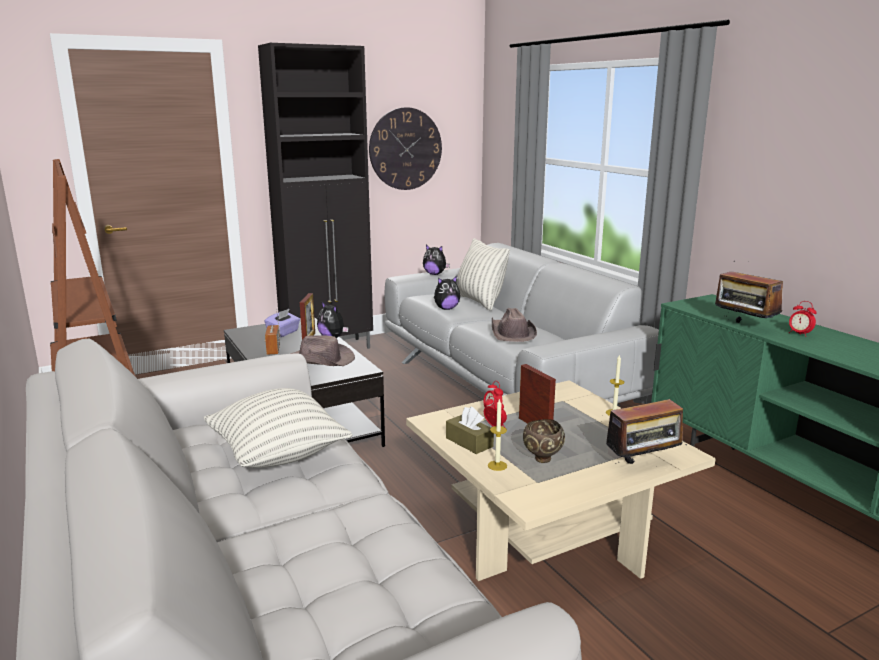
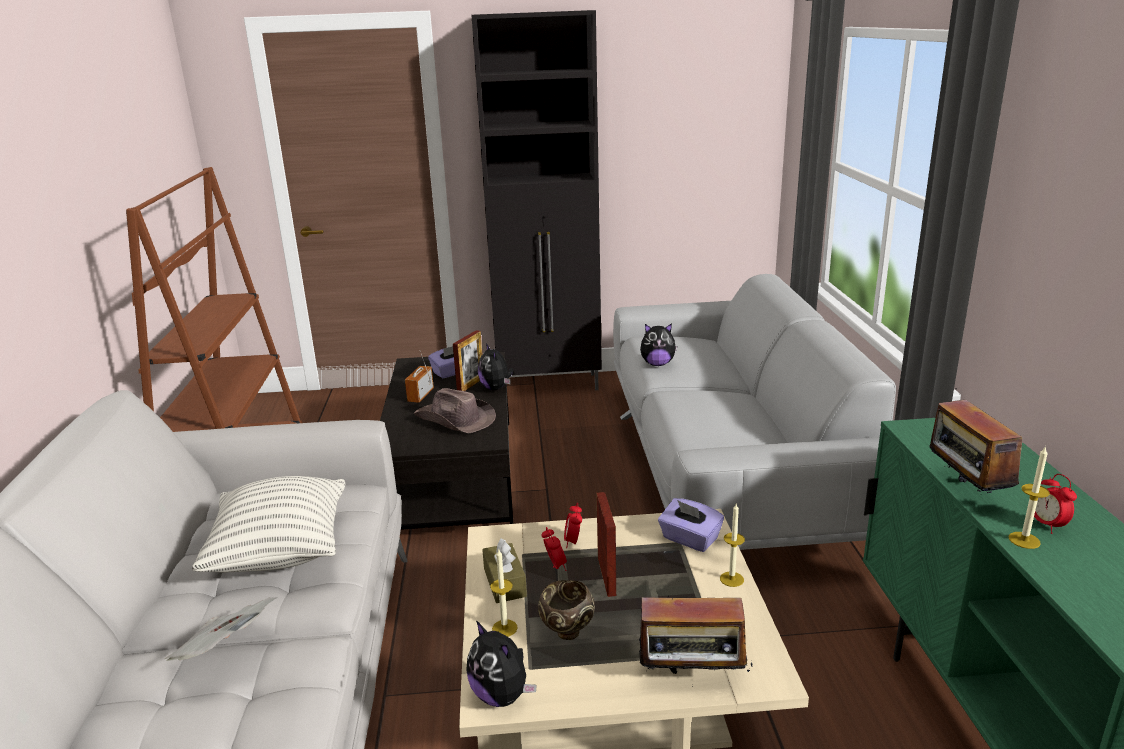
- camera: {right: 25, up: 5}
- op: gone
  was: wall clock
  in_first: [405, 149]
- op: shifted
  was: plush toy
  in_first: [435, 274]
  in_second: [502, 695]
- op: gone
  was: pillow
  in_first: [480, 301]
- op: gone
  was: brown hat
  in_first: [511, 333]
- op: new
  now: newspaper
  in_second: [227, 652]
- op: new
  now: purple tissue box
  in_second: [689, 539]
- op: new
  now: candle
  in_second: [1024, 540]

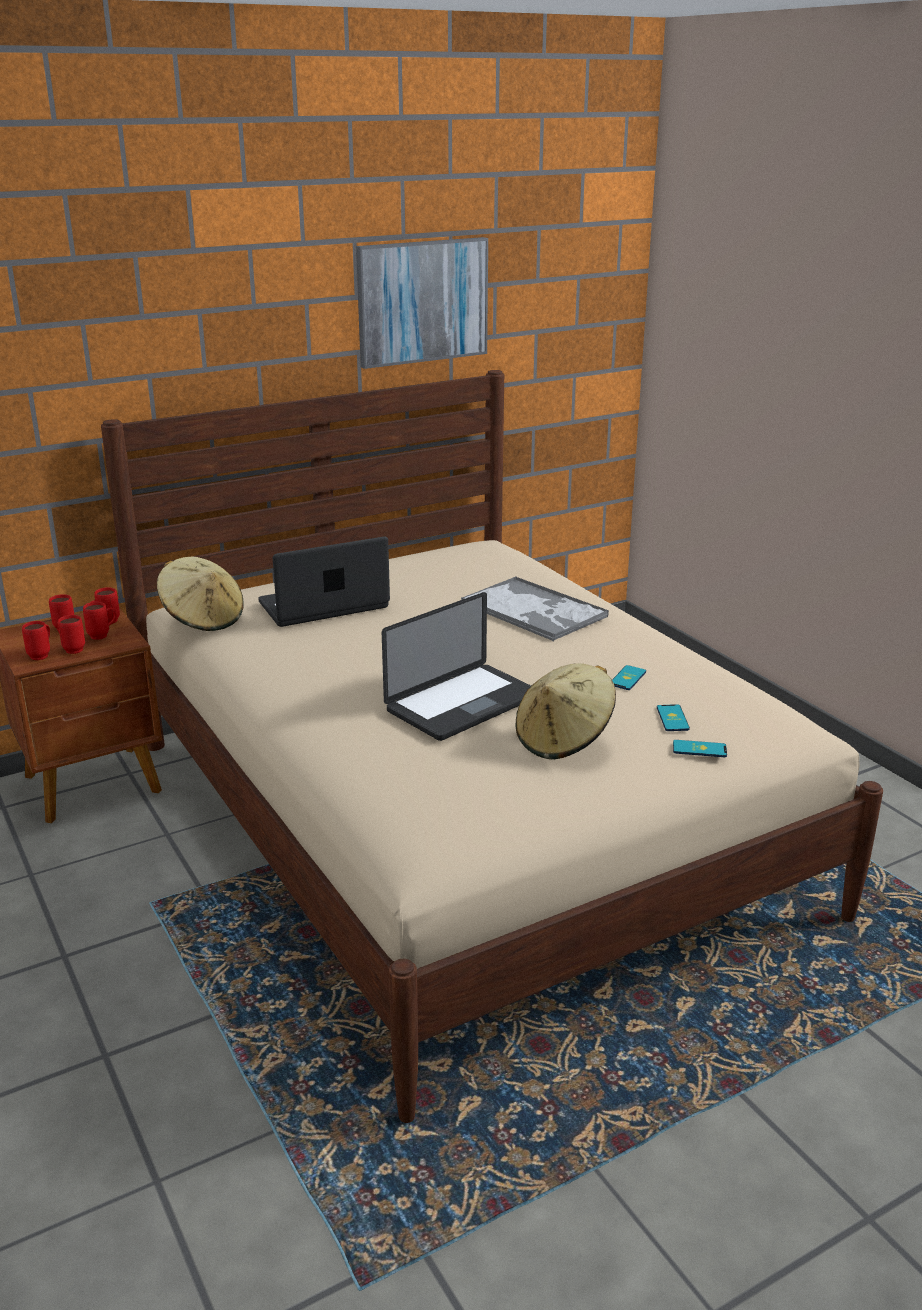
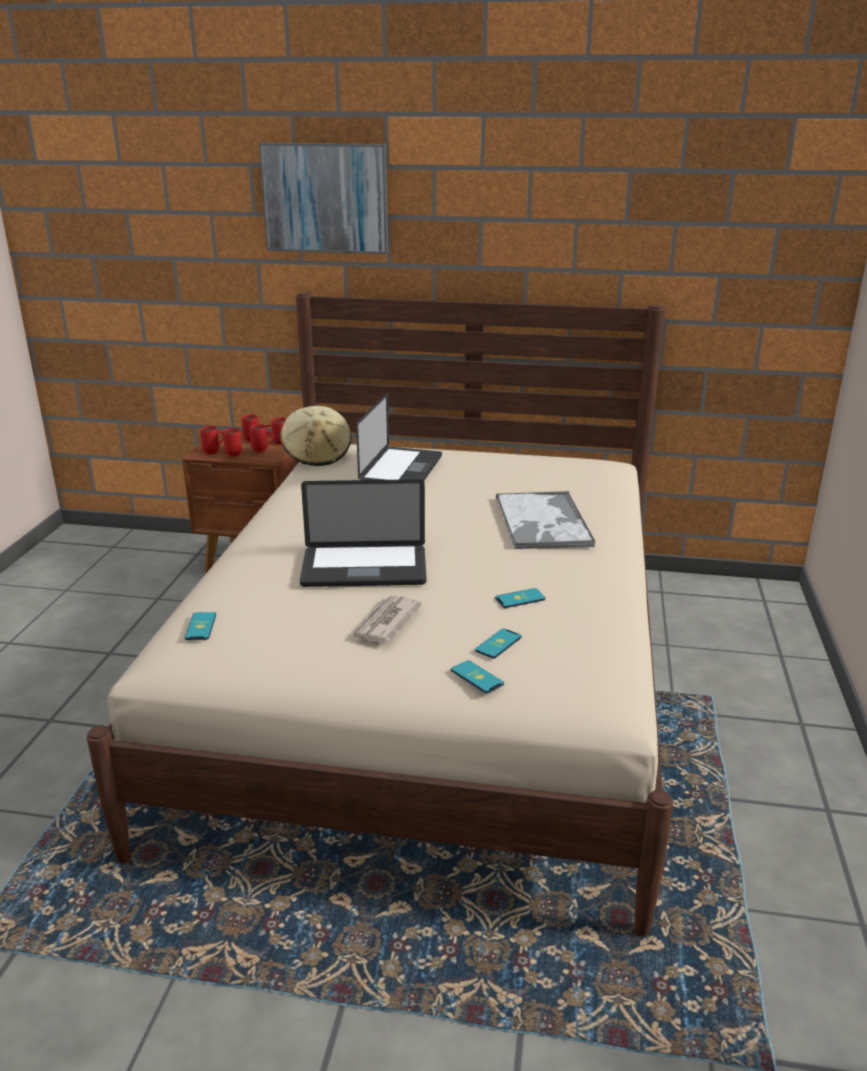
- camera: {right: 40, up: 0}
- op: rotated
  was: laptop
  in_first: [323, 605]
  in_second: [401, 470]
  clockwise: 90
- op: shifted
  was: picture
  in_first: [422, 301]
  in_second: [325, 198]
- op: swapped
  was: beige hat
  now: newspaper
  in_first: [564, 740]
  in_second: [385, 623]
- op: new
  now: phone
  in_second: [201, 626]

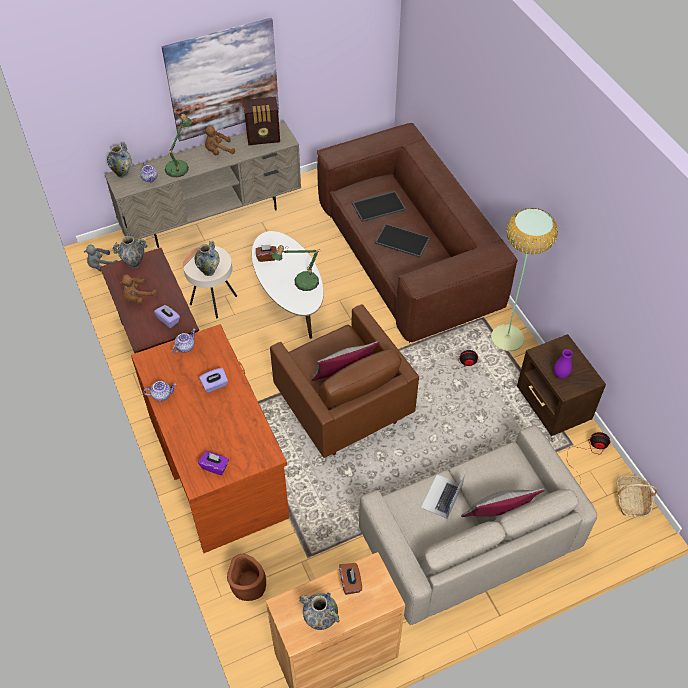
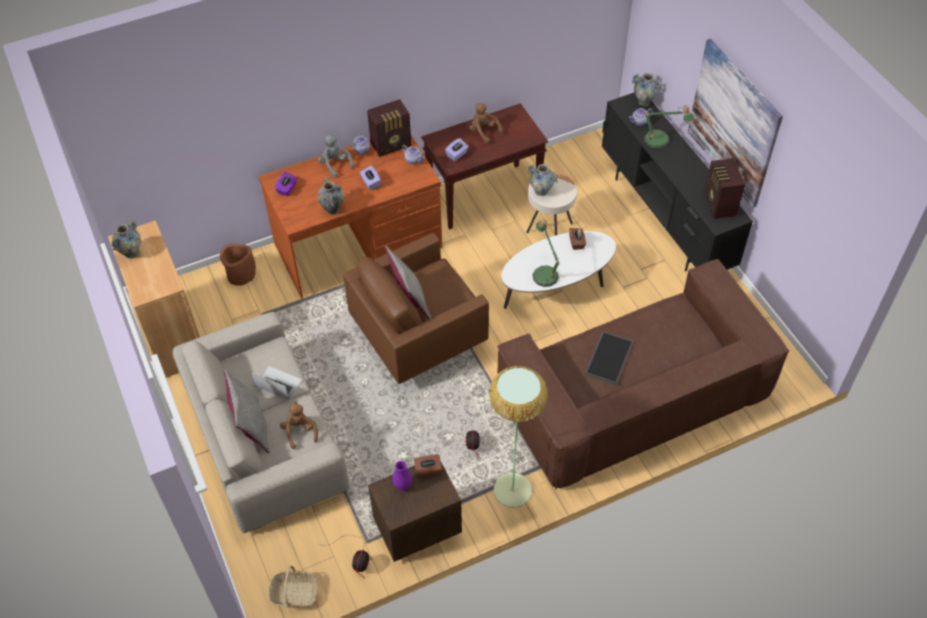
- camera: {right: 90, up: 0}
- op: shifted
  was: grey plush toy
  in_first: [101, 265]
  in_second: [335, 164]
- op: repainted
  was: beige tv stand
  now: black tv stand
  in_first: [213, 217]
  in_second: [665, 219]
- op: shifted
  was: vase
  in_first: [134, 263]
  in_second: [332, 210]
- op: shifted
  was: brown plush toy
  in_first: [218, 151]
  in_second: [300, 431]
- op: shifted
  was: brown tissue box
  in_first: [350, 582]
  in_second: [428, 470]
- op: gone
  was: tray
  in_first: [379, 206]
- op: new
  now: radio
  in_second: [392, 145]

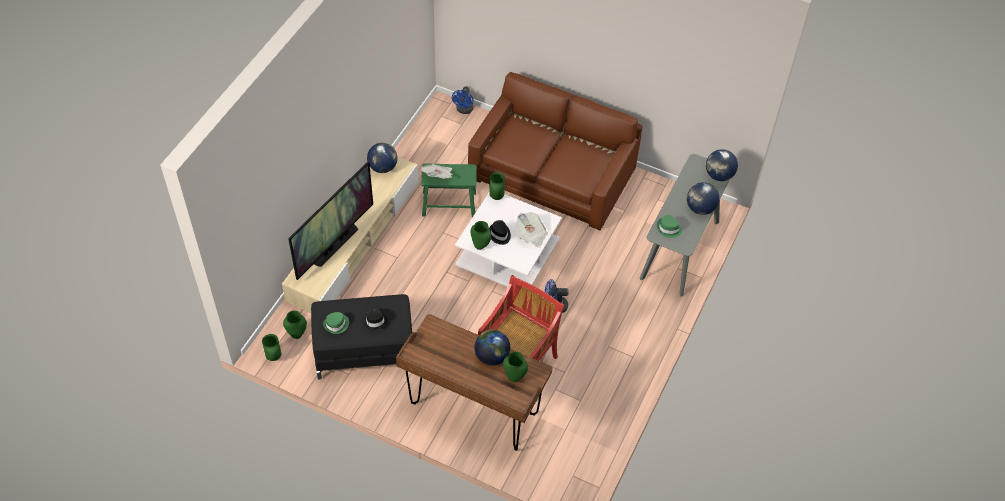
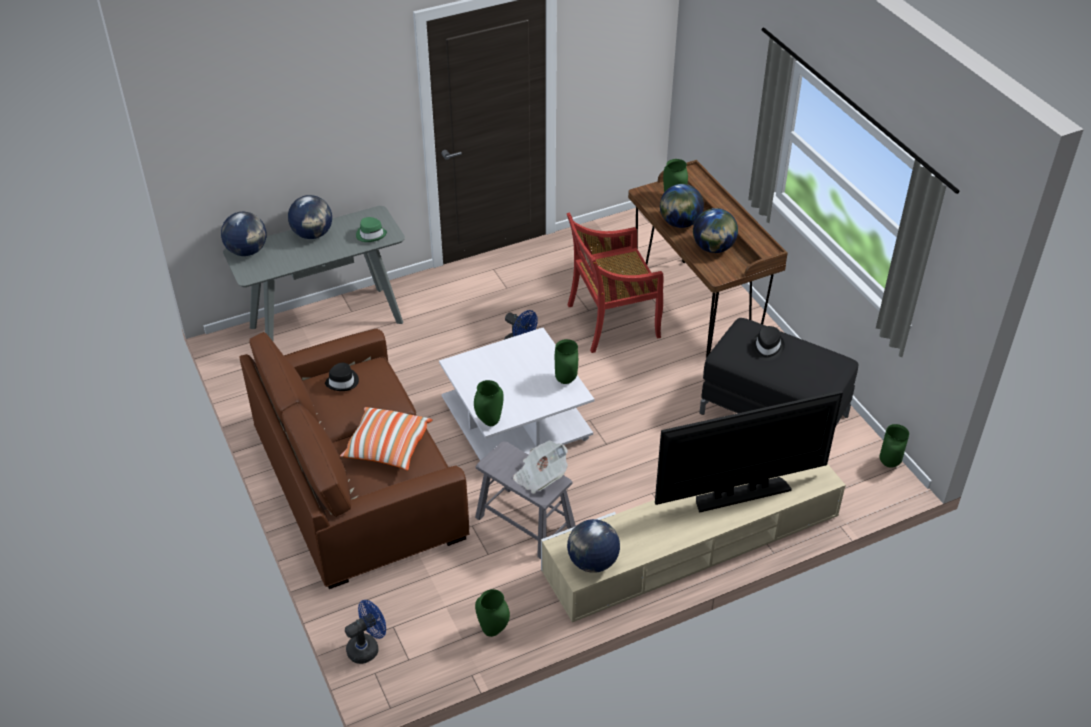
- camera: {right: -140, up: -10}
- op: shifted
  was: green vase
  in_first: [297, 334]
  in_second: [492, 631]
- op: gone
  was: green hat
  in_first: [336, 324]
- op: repainted
  was: green stool
  now: grey stool
  in_first: [449, 203]
  in_second: [525, 521]
- op: shifted
  was: black hat
  in_first: [499, 234]
  in_second: [343, 382]
- op: gone
  was: newspaper
  in_first: [531, 235]
- op: new
  now: pillow
  in_second: [387, 447]
- op: new
  now: globe
  in_second: [713, 248]

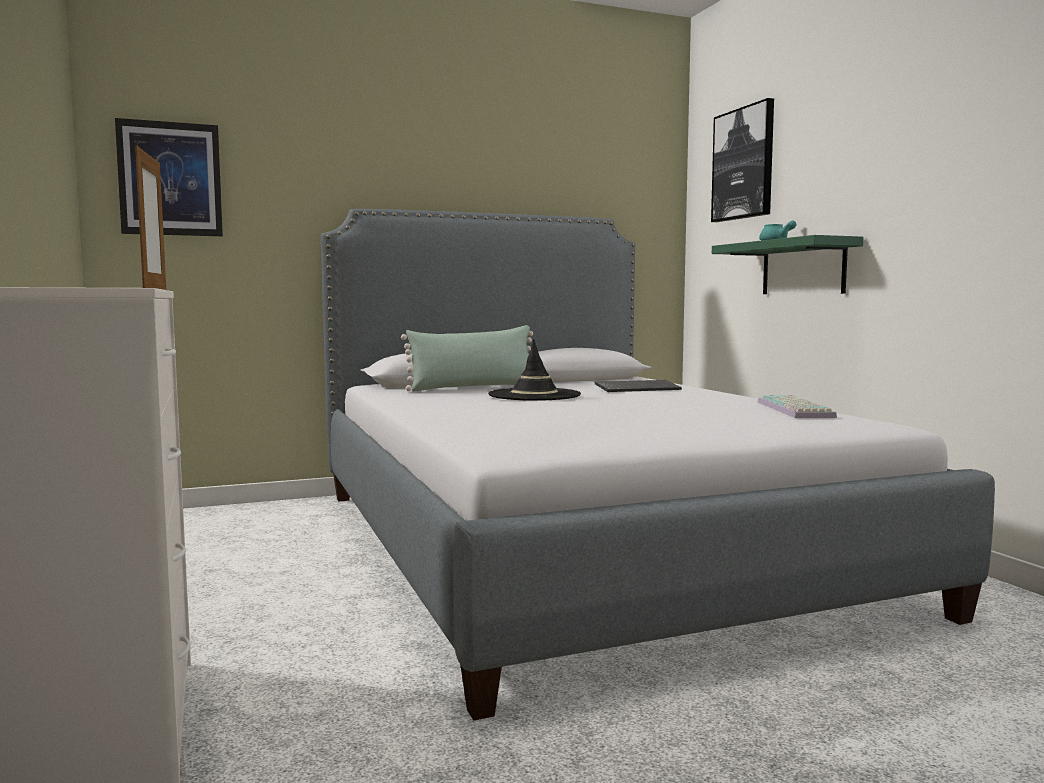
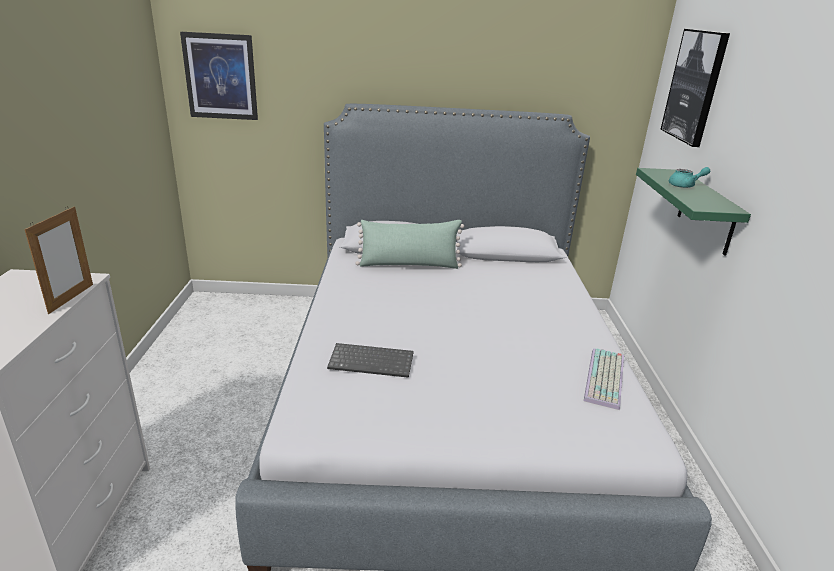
- camera: {right: 20, up: 20}
- op: gone
  was: black hat
  in_first: [534, 395]
- op: shifted
  was: keyboard
  in_first: [638, 388]
  in_second: [372, 361]

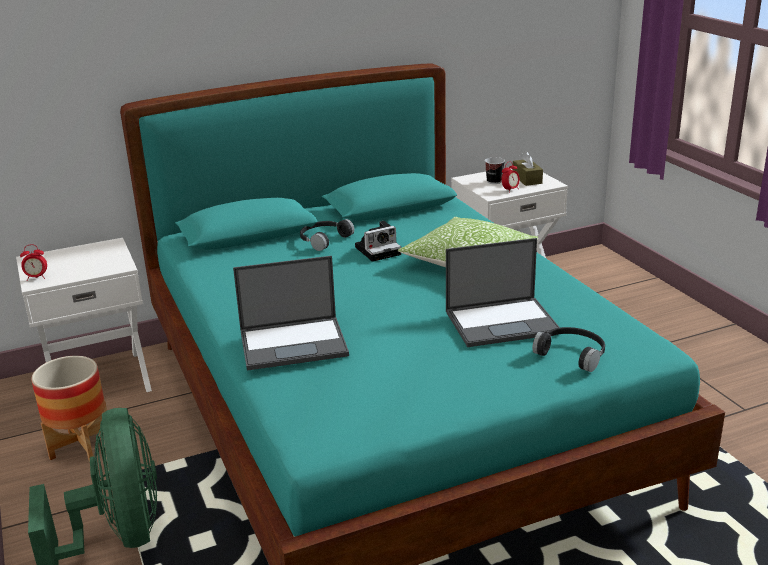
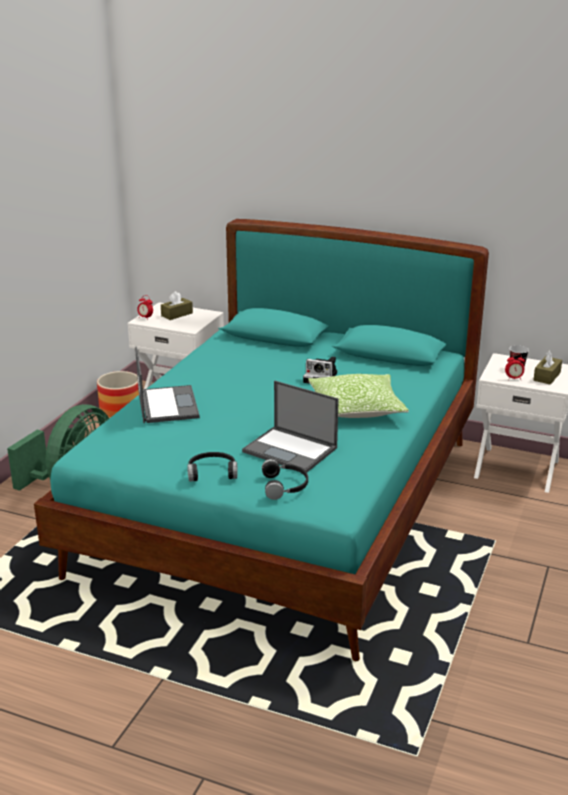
- camera: {right: 45, up: 0}
- op: rotated
  was: laptop
  in_first: [294, 343]
  in_second: [167, 404]
  clockwise: -135
- op: shifted
  was: black headphones
  in_first: [323, 240]
  in_second: [212, 472]
- op: new
  now: brown tissue box
  in_second: [177, 314]

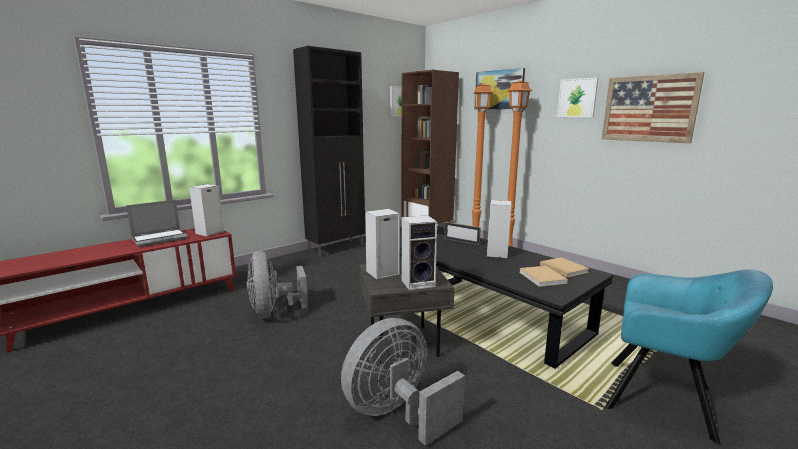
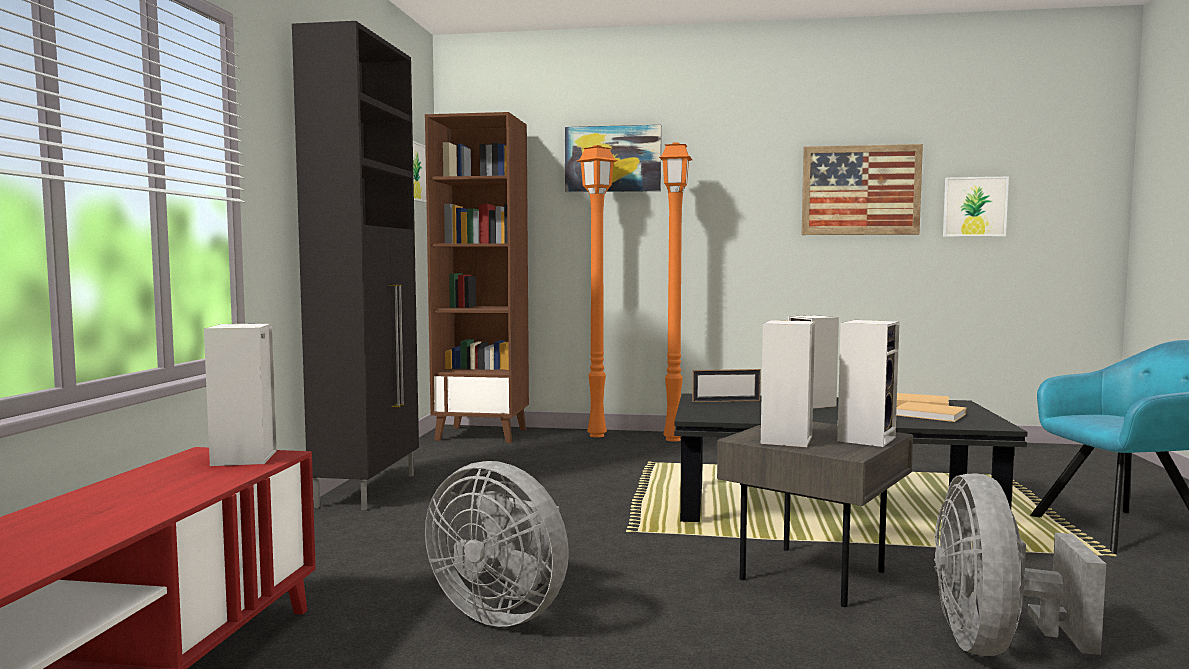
- camera: {right: -40, up: -10}
- op: gone
  was: laptop
  in_first: [161, 239]
- op: shifted
  was: picture
  in_first: [577, 98]
  in_second: [974, 207]

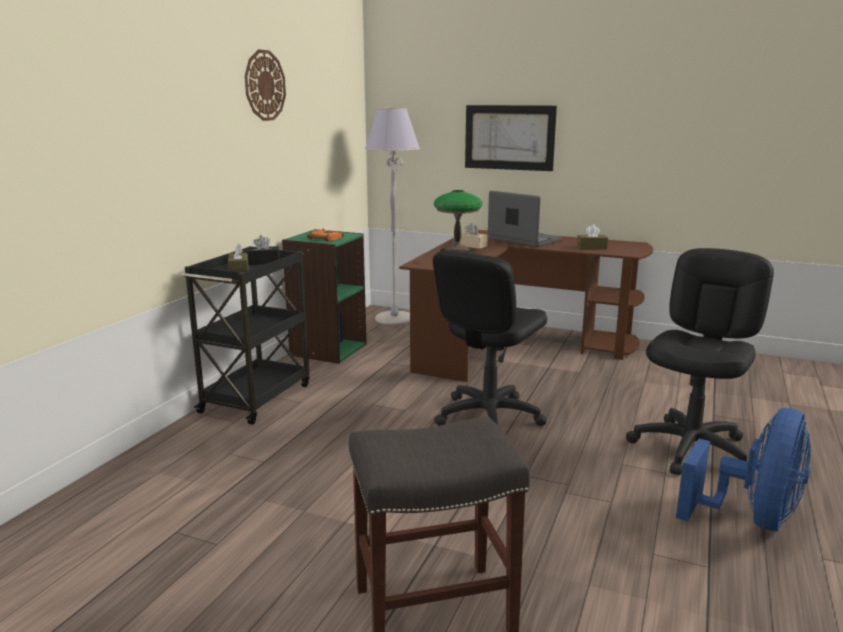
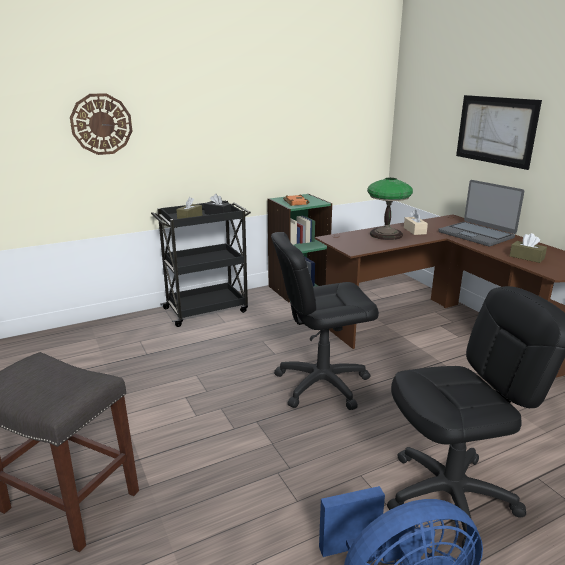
- camera: {right: 40, up: 5}
- op: shifted
  was: wall clock
  in_first: [264, 85]
  in_second: [101, 124]
- op: gone
  was: grey floor lamp
  in_first: [394, 319]
- op: rotated
  was: laptop
  in_first: [524, 240]
  in_second: [476, 235]
  clockwise: 150

